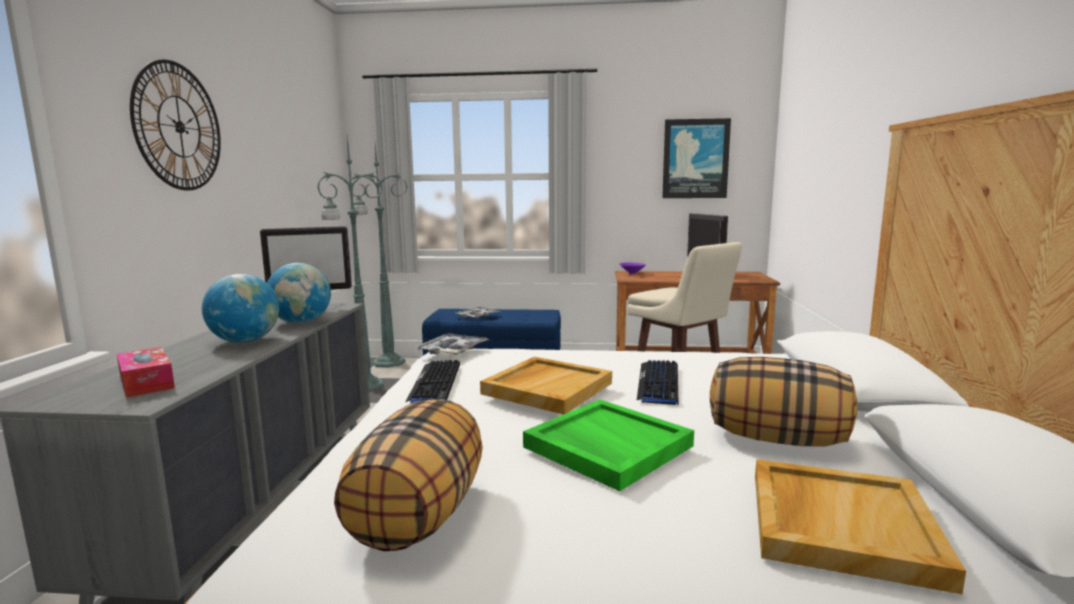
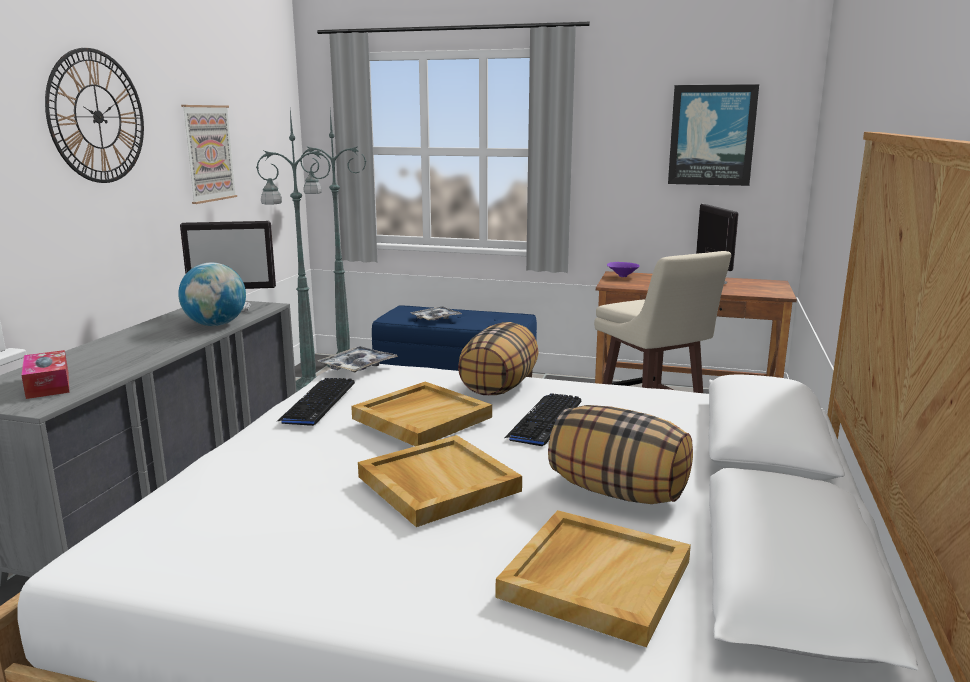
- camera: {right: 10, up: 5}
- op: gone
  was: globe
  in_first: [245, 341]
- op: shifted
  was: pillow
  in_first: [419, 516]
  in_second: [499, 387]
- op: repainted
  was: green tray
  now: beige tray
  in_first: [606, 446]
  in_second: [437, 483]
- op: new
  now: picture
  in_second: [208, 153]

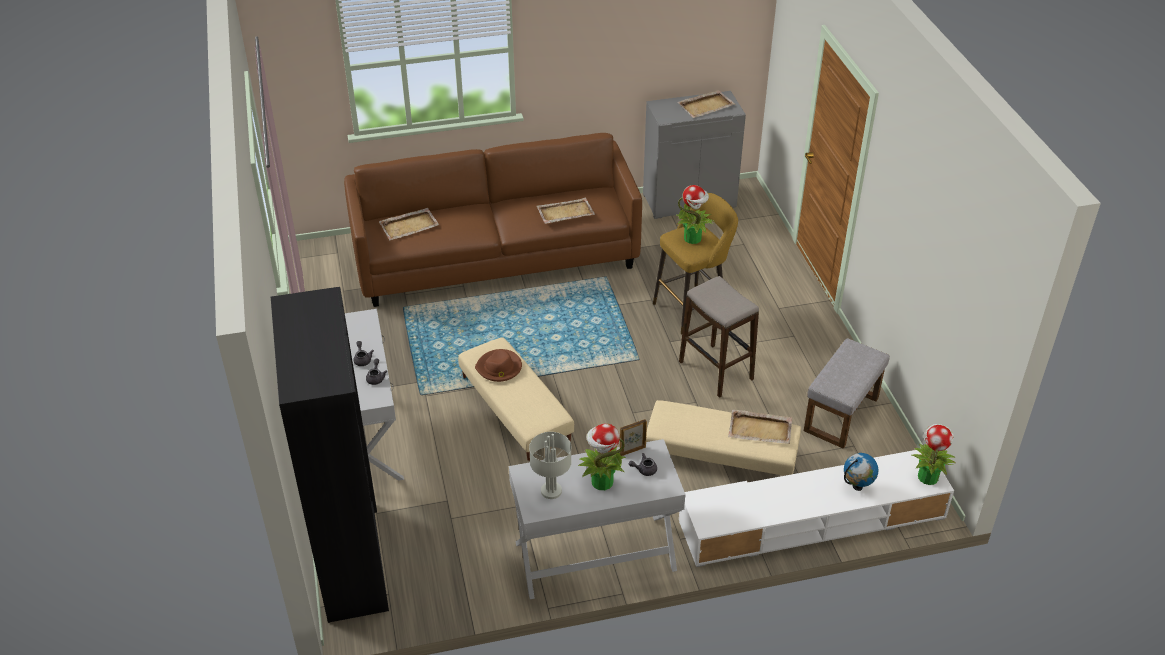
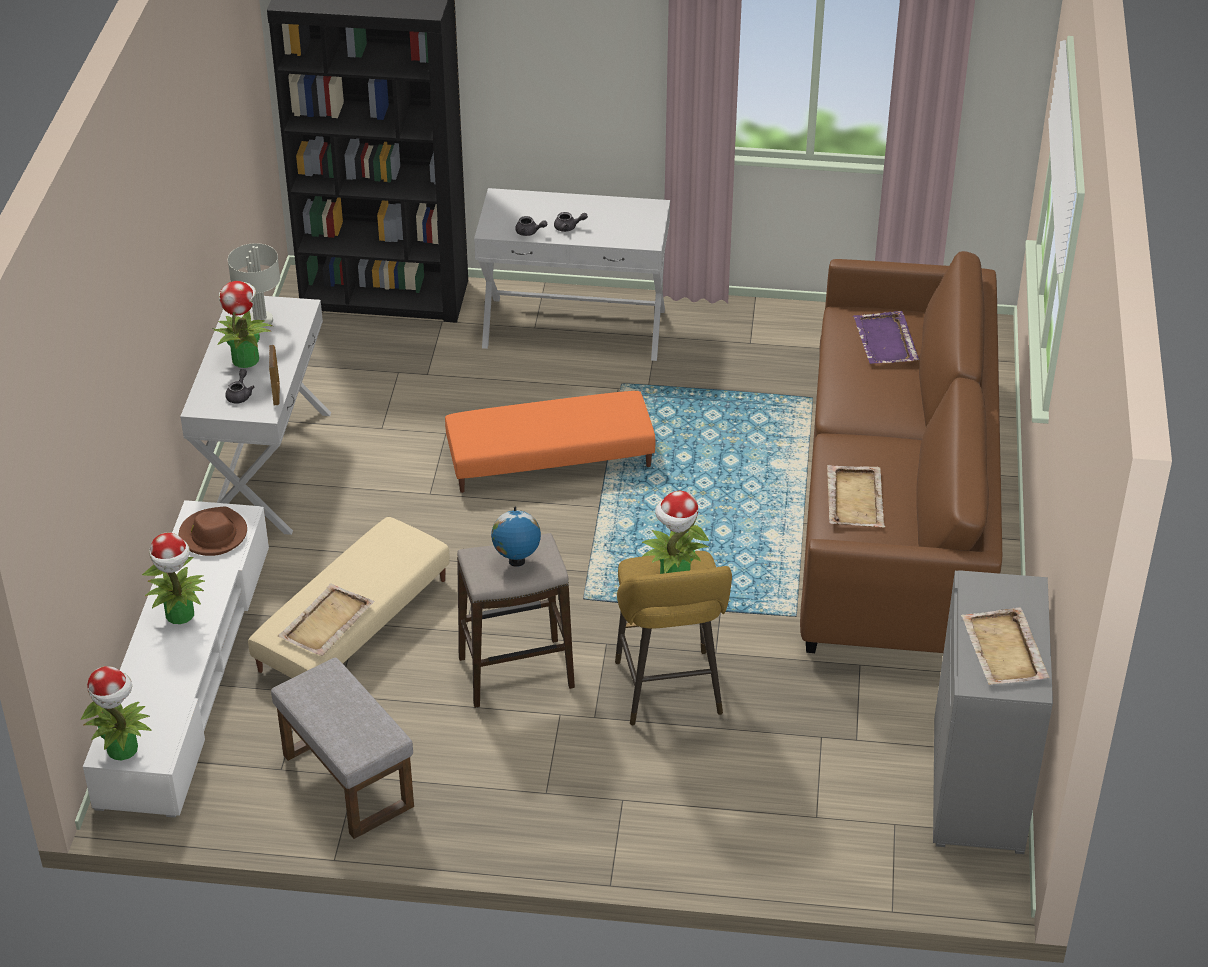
- camera: {right: 110, up: 0}
- op: repainted
  was: beige tray
  now: purple tray
  in_first: [409, 225]
  in_second: [885, 341]
- op: repainted
  was: beige ottoman
  now: orange ottoman
  in_first: [515, 409]
  in_second: [550, 458]
- op: shifted
  was: brown hat
  in_first: [499, 368]
  in_second: [213, 535]
- op: shifted
  was: globe
  in_first: [857, 486]
  in_second: [516, 561]
- op: new
  now: potted plant
  in_second: [180, 614]

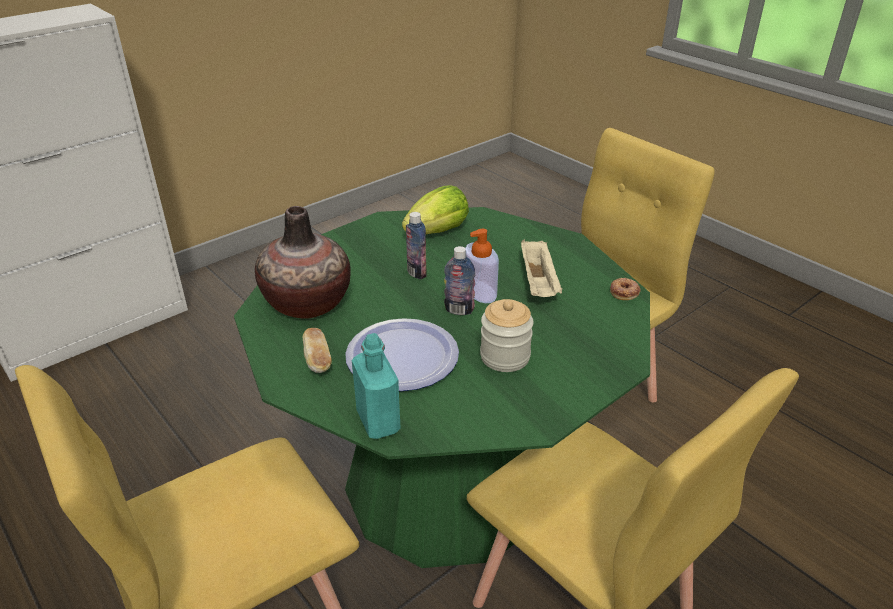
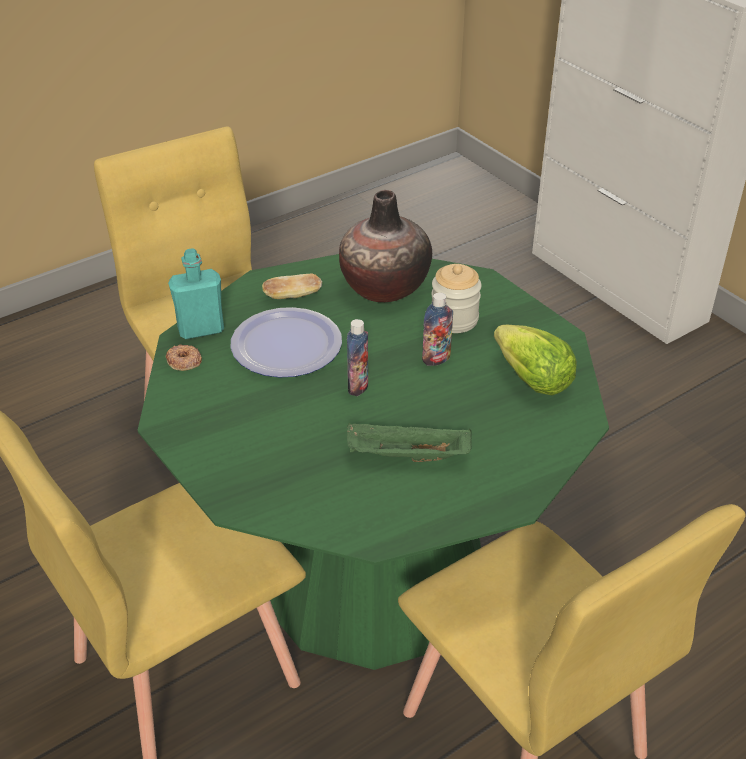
- camera: {right: 95, up: 5}
- op: gone
  was: soap dispenser
  in_first: [480, 291]
- op: shifted
  was: jar
  in_first: [505, 357]
  in_second: [454, 319]
- op: repainted
  was: beige tray
  now: green tray
  in_first: [539, 283]
  in_second: [406, 456]
- op: shifted
  was: donut
  in_first: [624, 292]
  in_second: [184, 361]

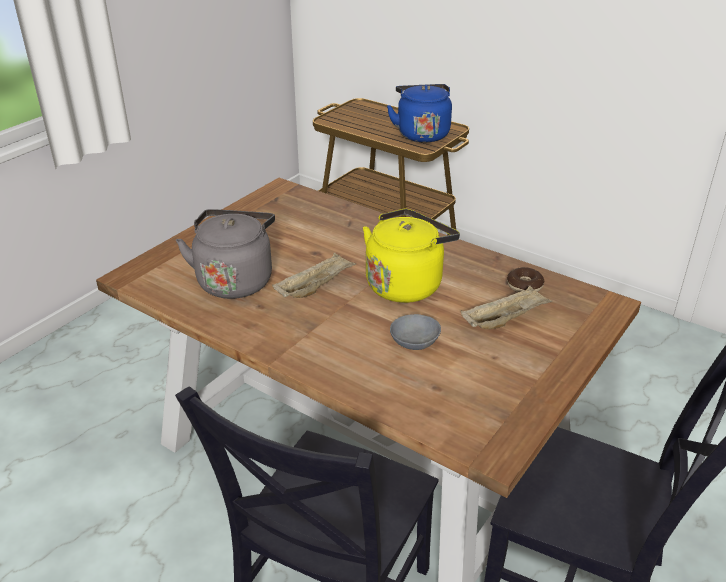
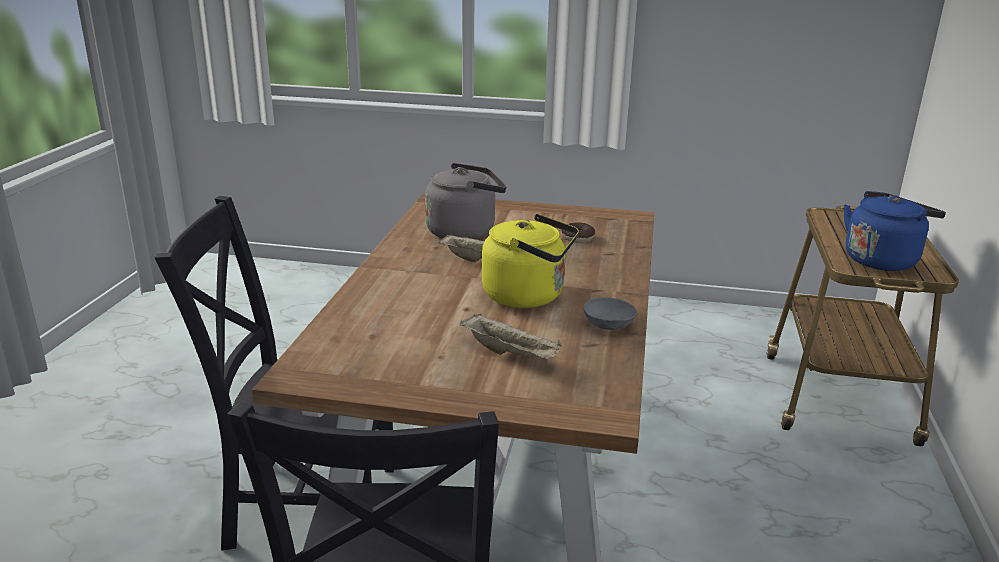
- camera: {right: 65, up: -10}
- op: shifted
  was: grey bowl
  in_first: [415, 340]
  in_second: [610, 323]
- op: shifted
  was: donut
  in_first: [524, 286]
  in_second: [578, 238]

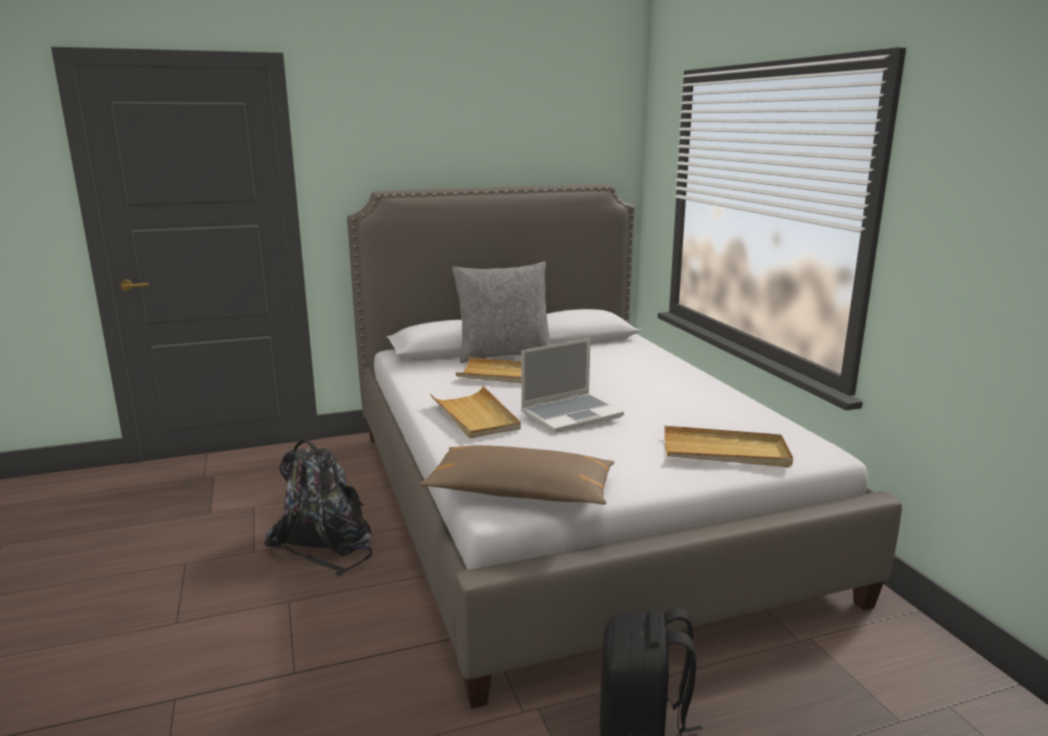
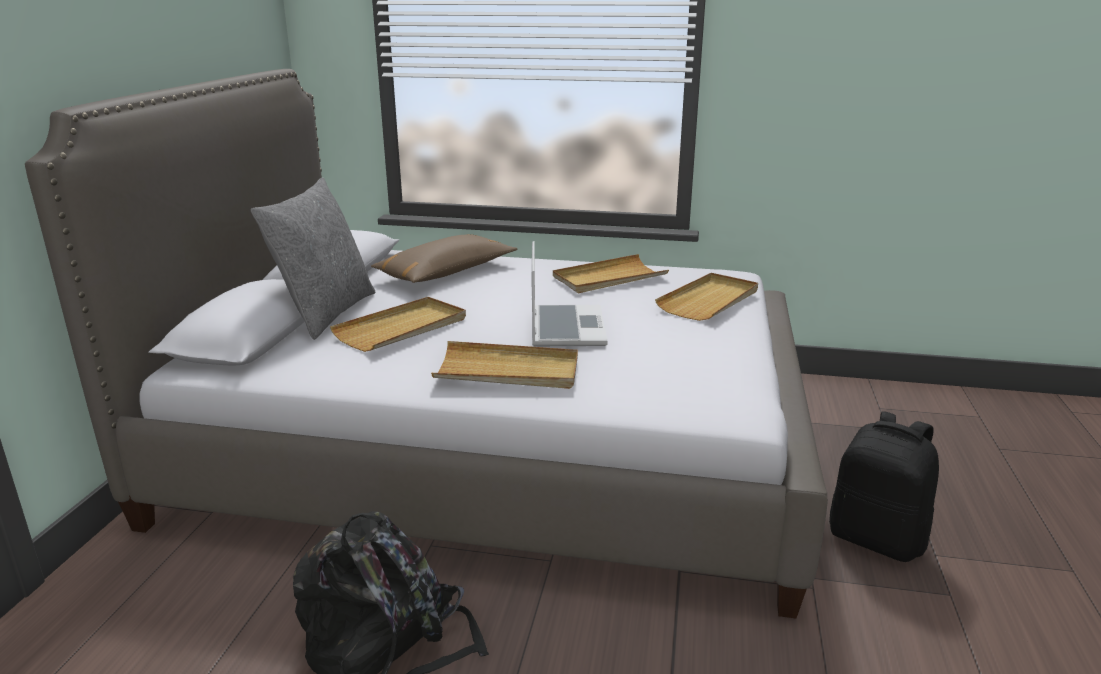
- camera: {right: -60, up: 5}
- op: shifted
  was: brown pillow
  in_first: [520, 492]
  in_second: [446, 272]
- op: new
  now: beige tray
  in_second: [609, 278]

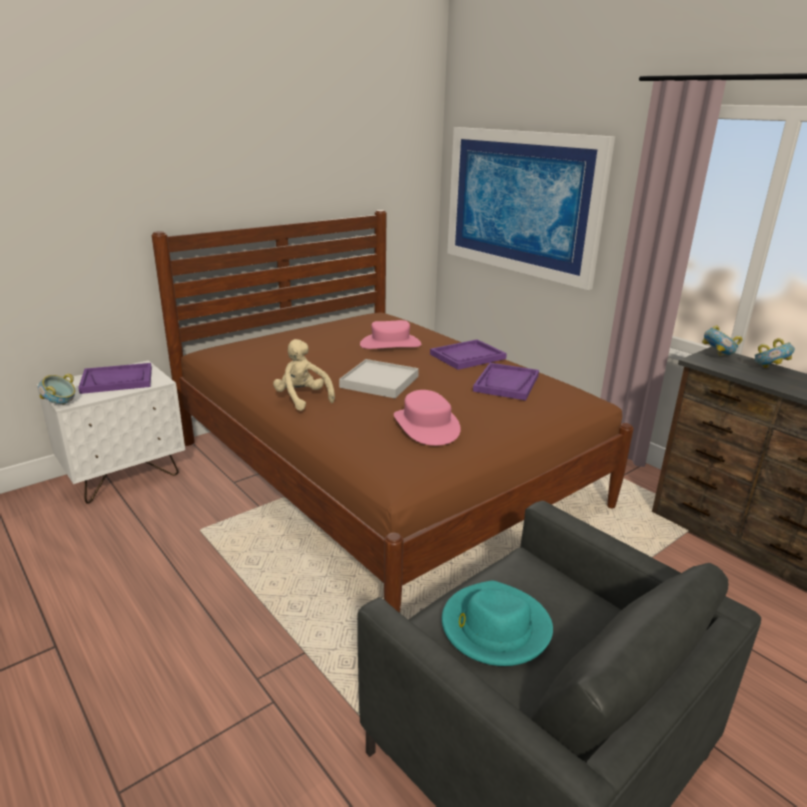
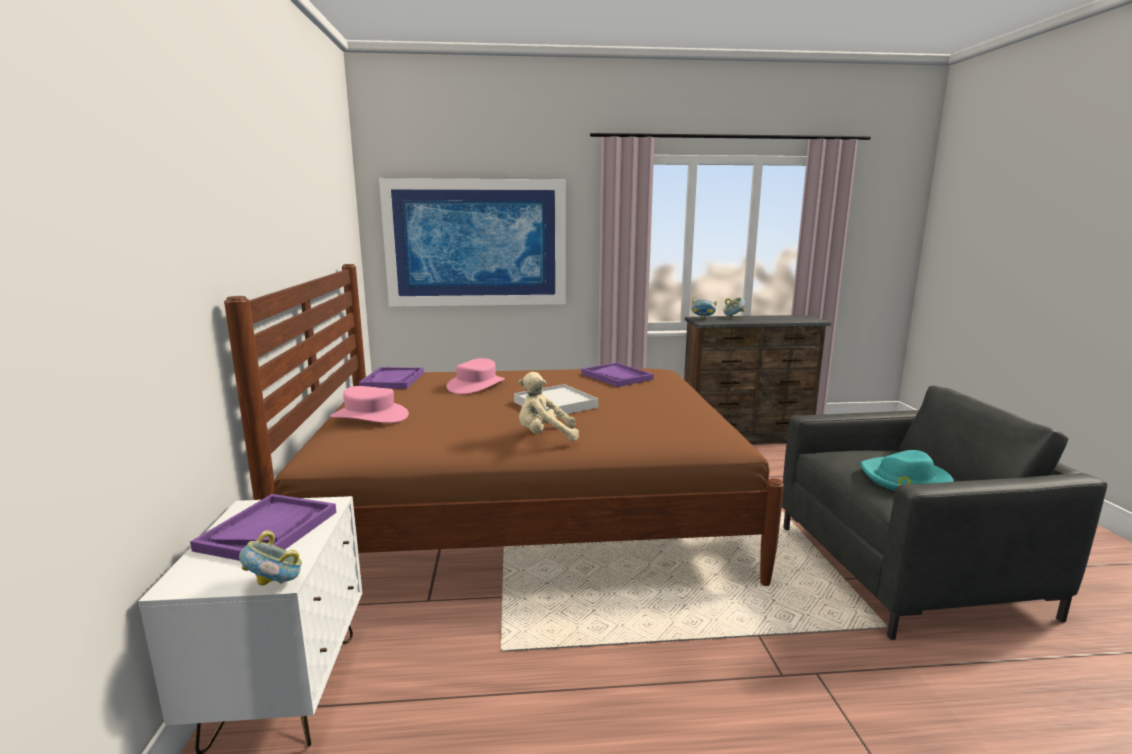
- camera: {right: -55, up: -10}
- op: shifted
  was: pink hat
  in_first: [426, 426]
  in_second: [370, 416]
- op: shifted
  was: purple tray
  in_first: [467, 356]
  in_second: [393, 380]

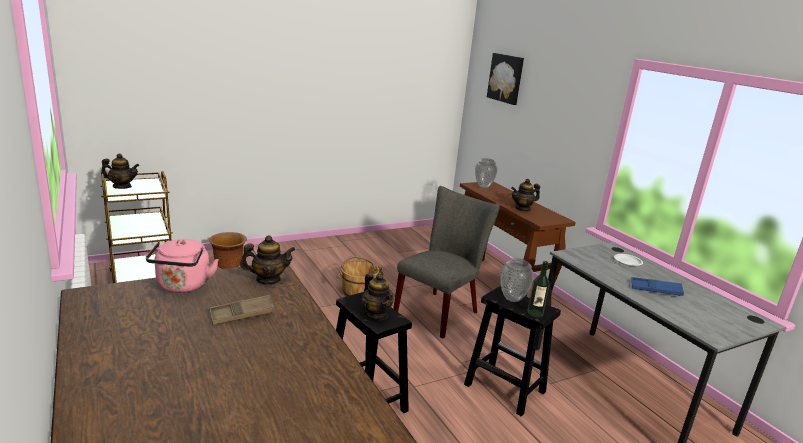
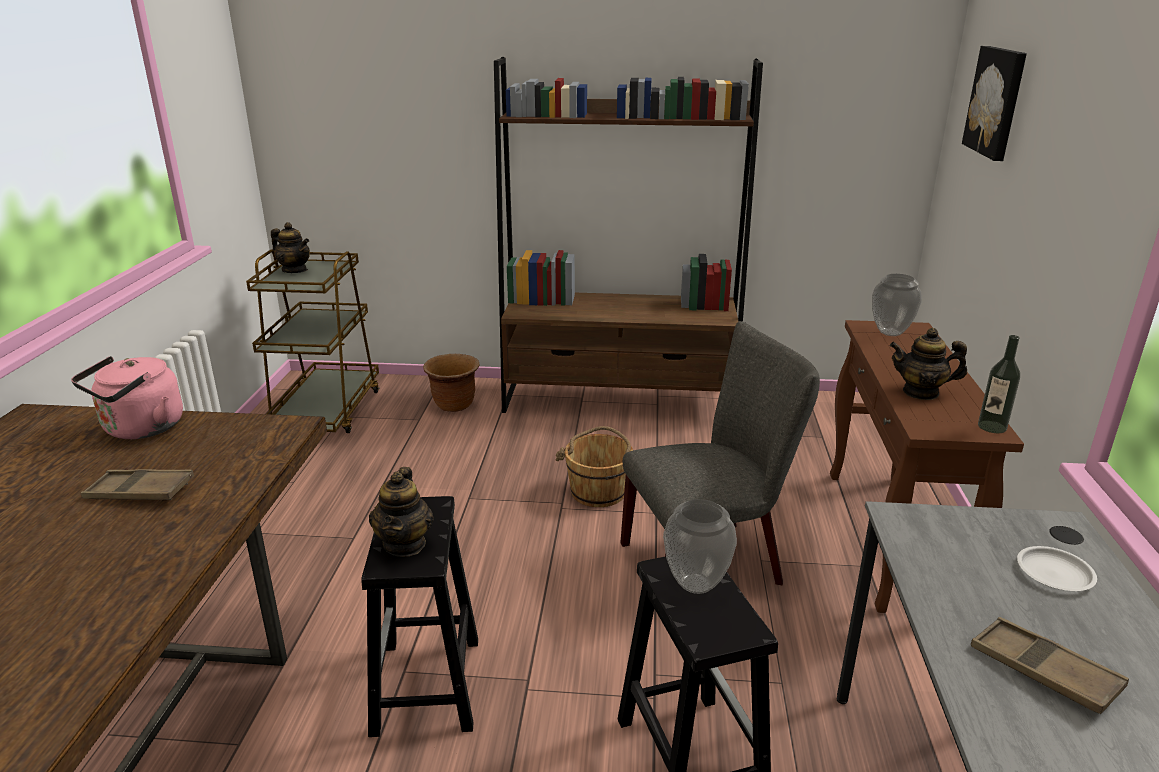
- camera: {right: 35, up: 5}
- op: gone
  was: teapot
  in_first: [268, 280]
- op: shifted
  was: bottle
  in_first: [535, 313]
  in_second: [992, 427]
- op: repainted
  was: blue tray
  now: brown tray
  in_first: [655, 290]
  in_second: [1043, 671]
- op: new
  now: brown bookcase
  in_second: [619, 401]

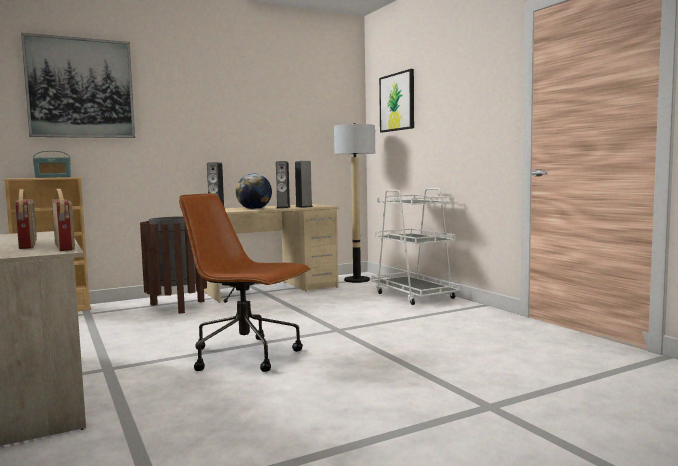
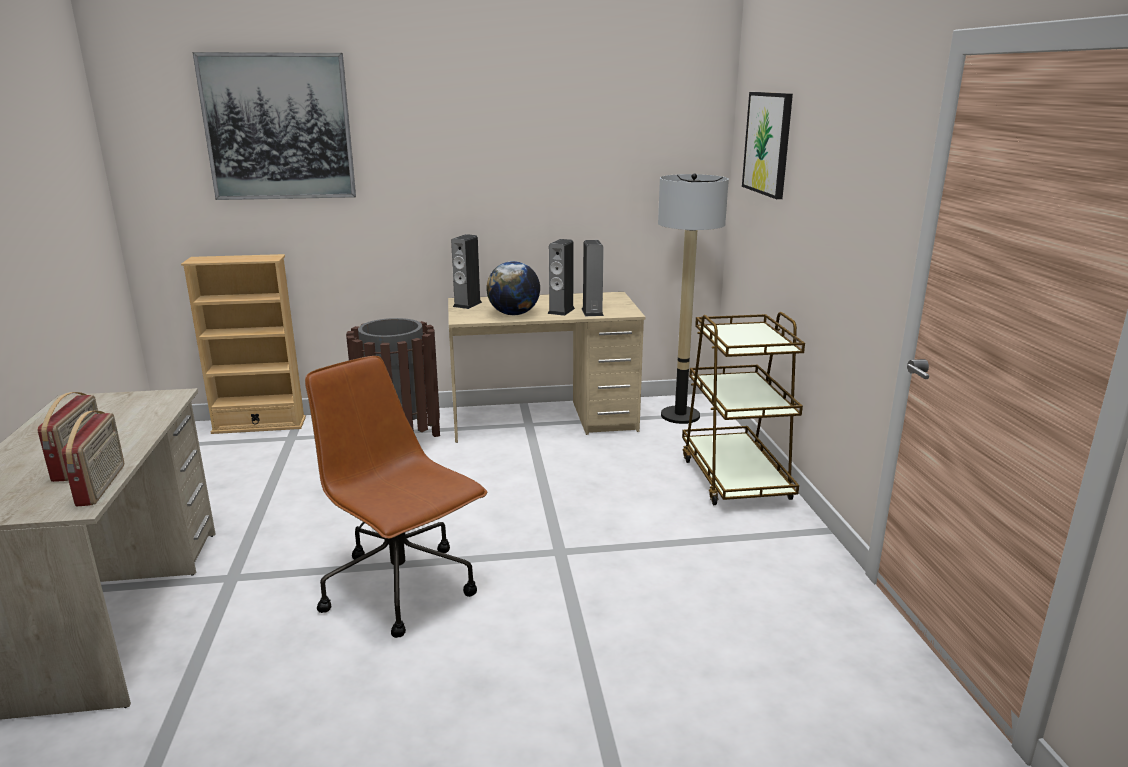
- camera: {right: 20, up: 15}
- op: gone
  was: radio
  in_first: [53, 177]
- op: repainted
  was: white cart
  now: brown cart
  in_first: [414, 295]
  in_second: [735, 478]

